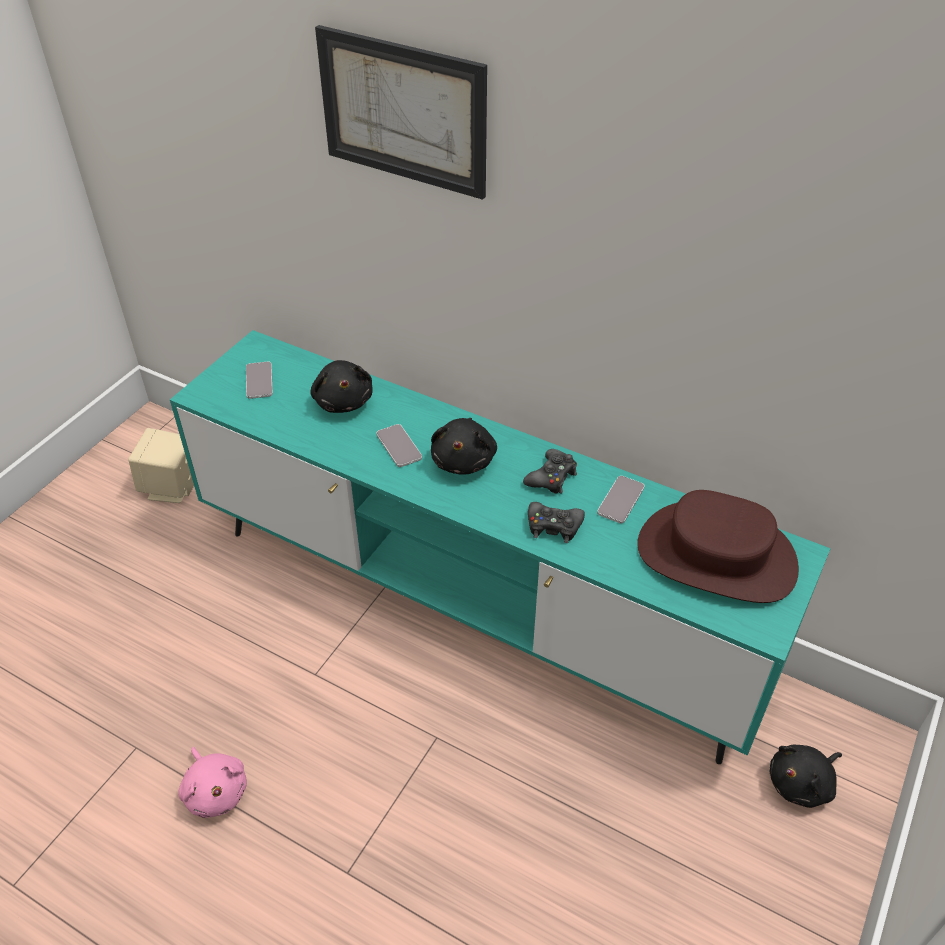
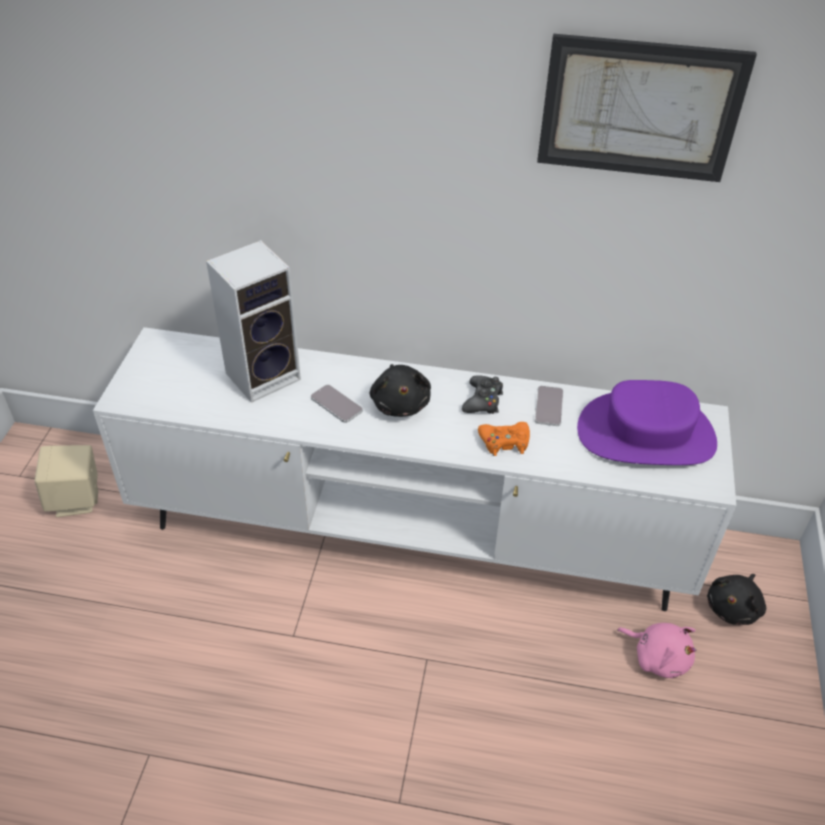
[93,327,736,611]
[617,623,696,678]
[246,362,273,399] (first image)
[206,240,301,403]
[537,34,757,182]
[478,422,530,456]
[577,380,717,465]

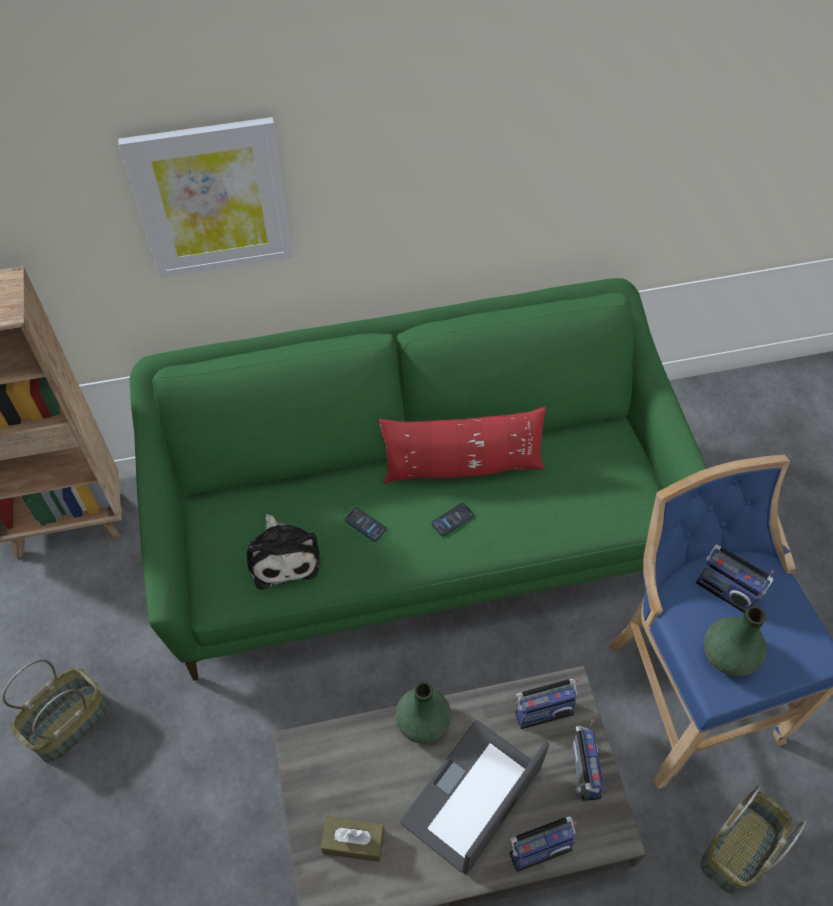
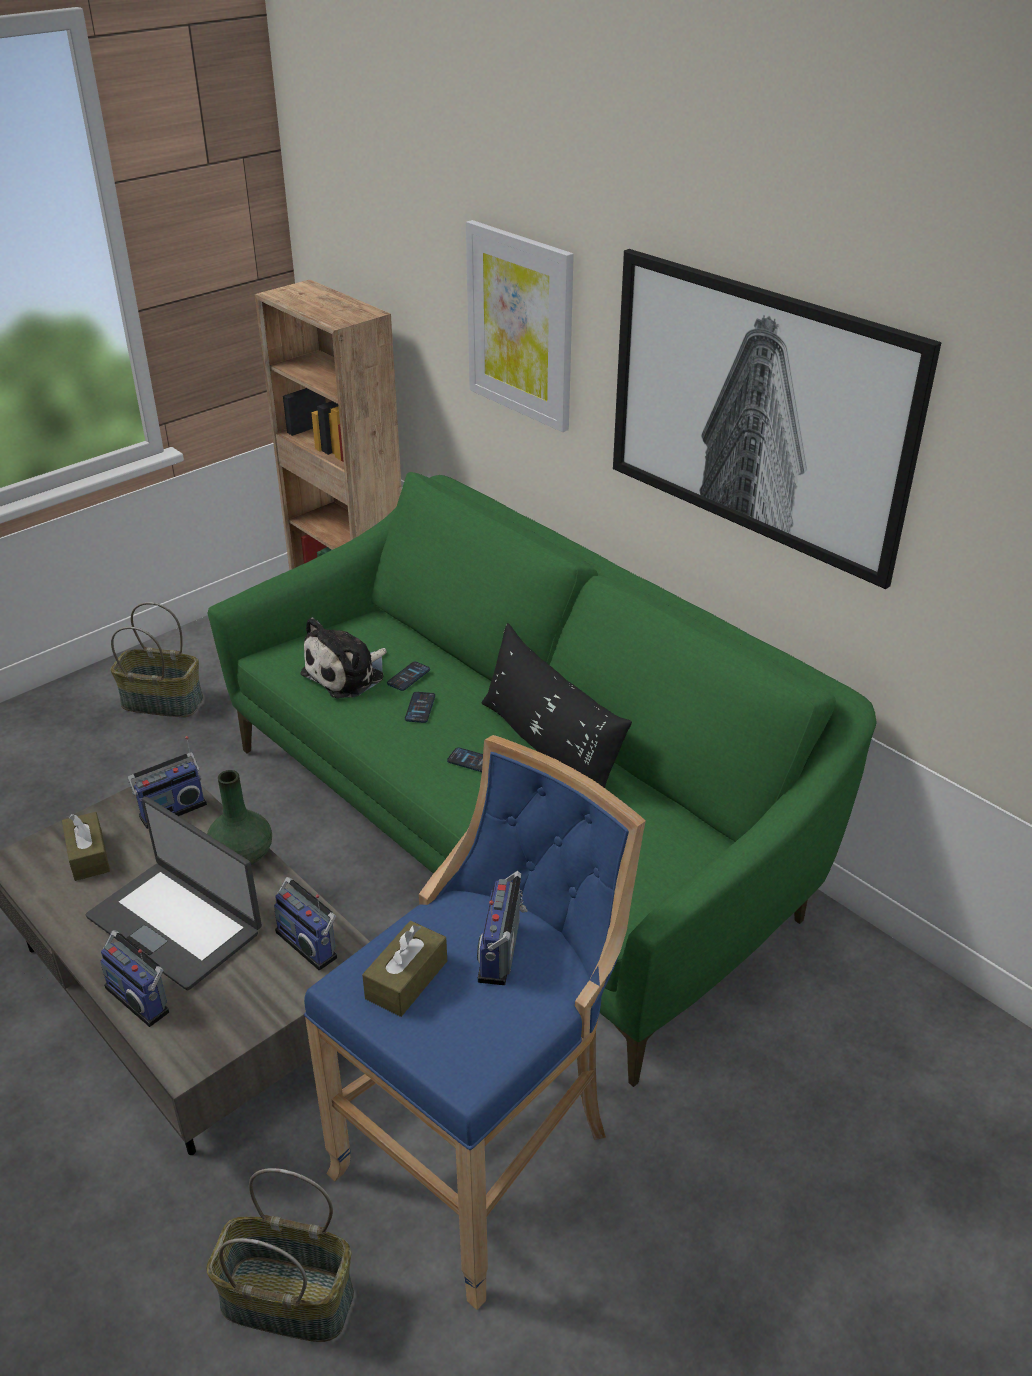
[482,623,632,788]
[86,797,262,991]
[127,736,207,829]
[362,921,447,1017]
[387,662,430,691]
[613,249,942,589]

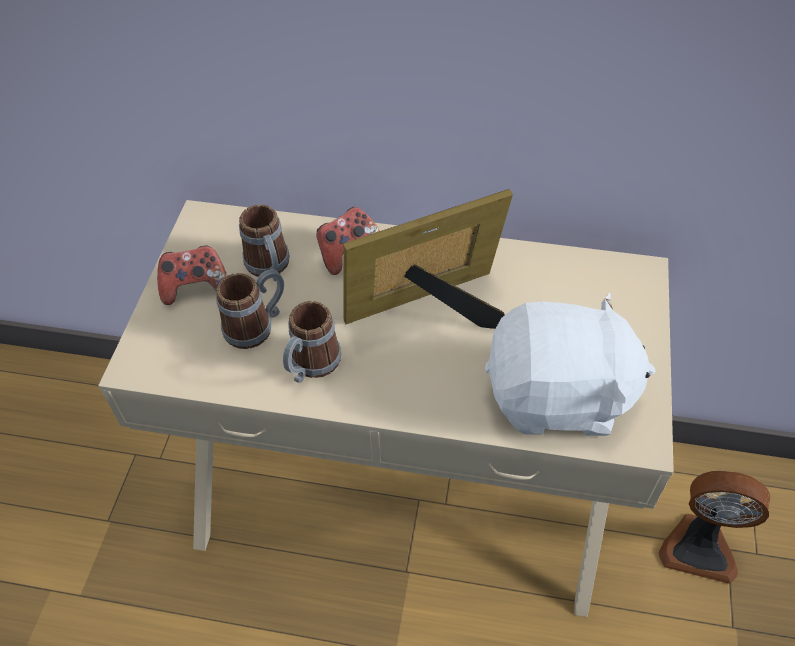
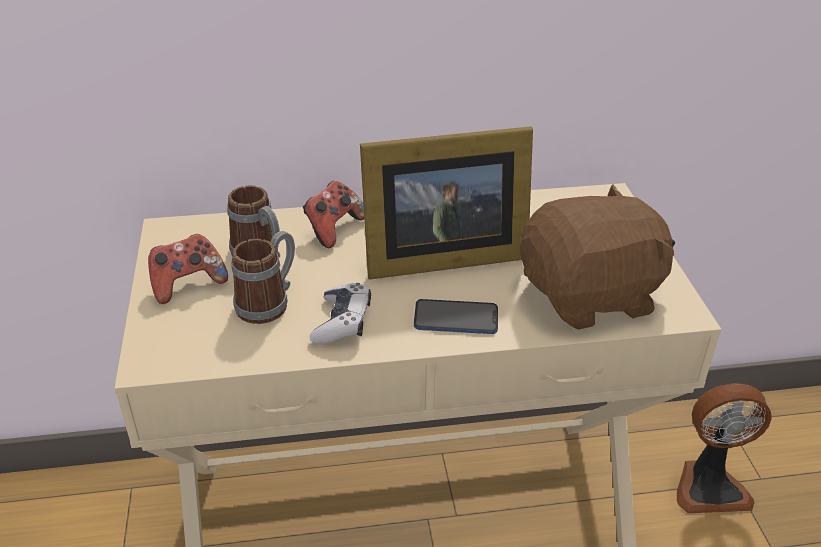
[310,283,371,345]
[360,126,533,280]
[520,184,675,330]
[414,299,498,334]

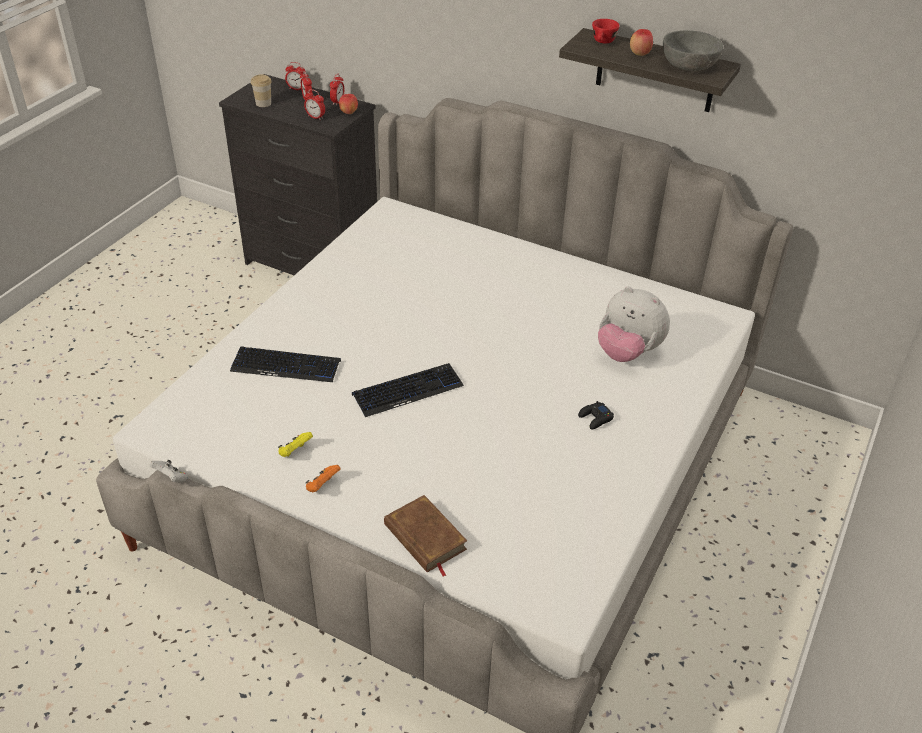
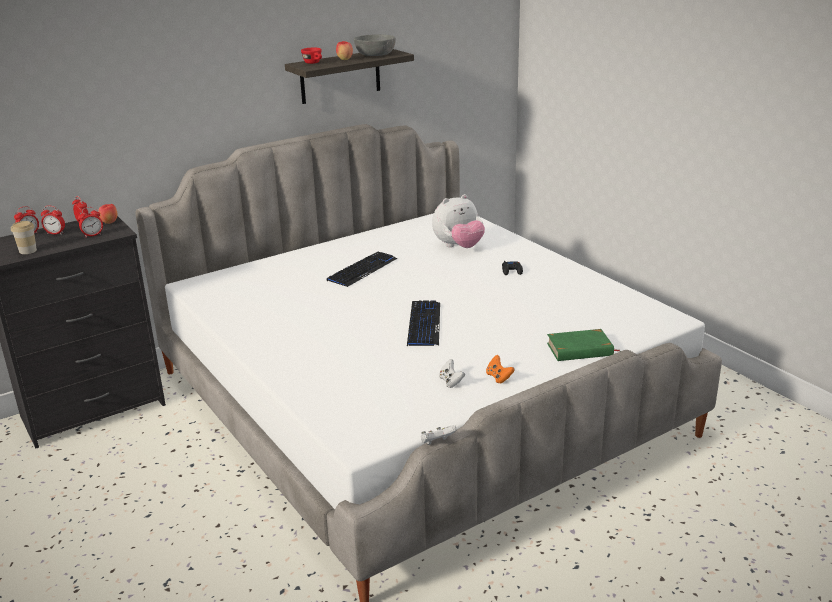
[327,252,397,287]
[439,359,465,388]
[547,329,619,361]

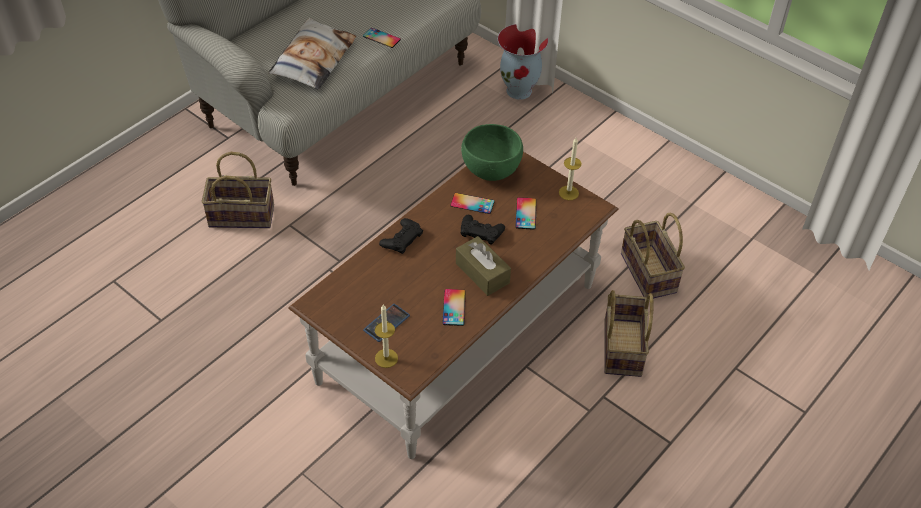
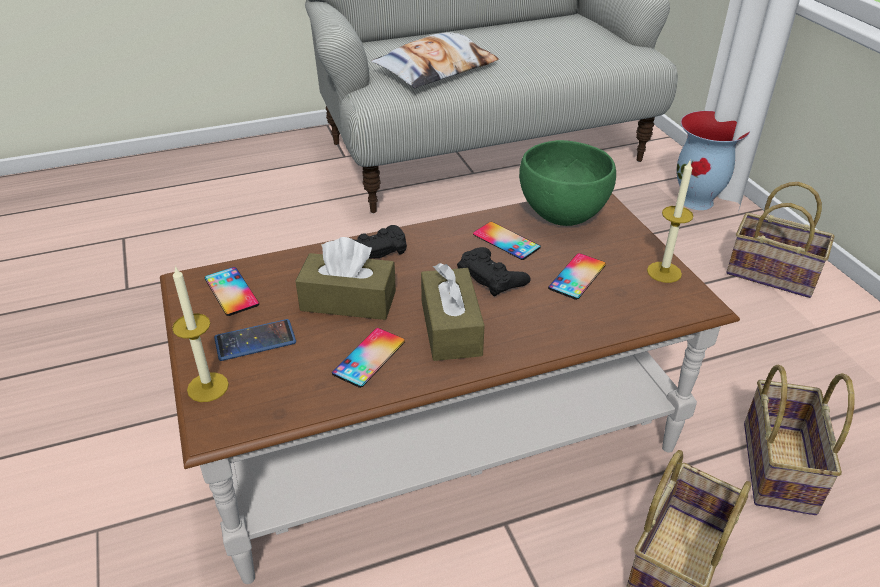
[726,182,834,298]
[205,267,259,316]
[296,237,396,320]

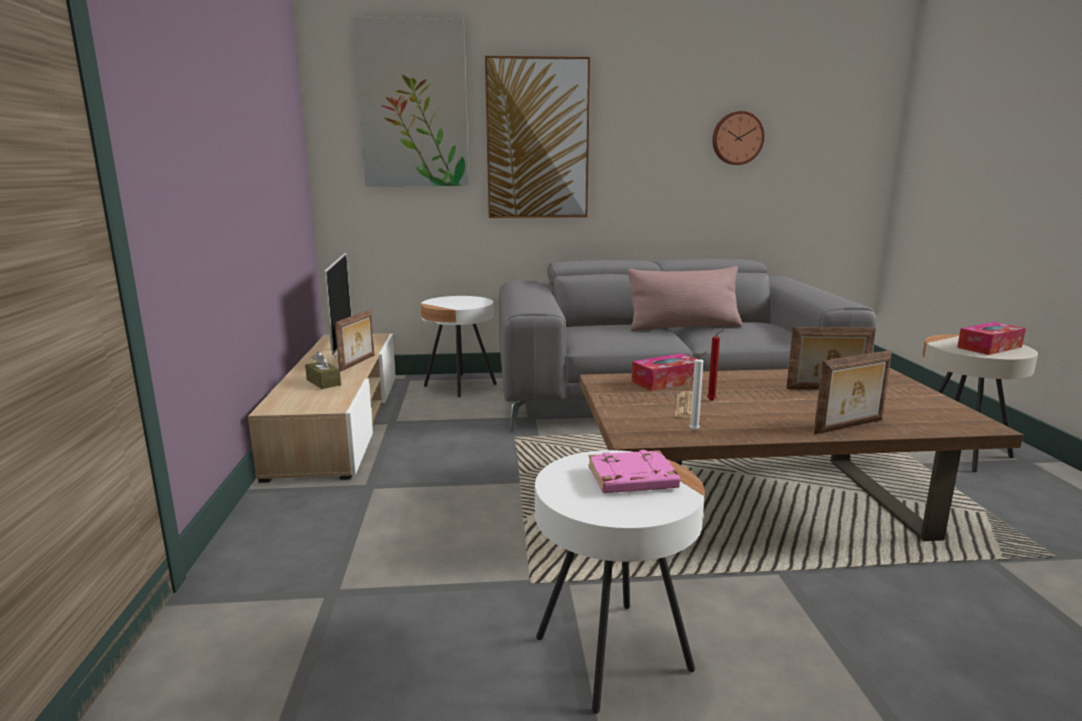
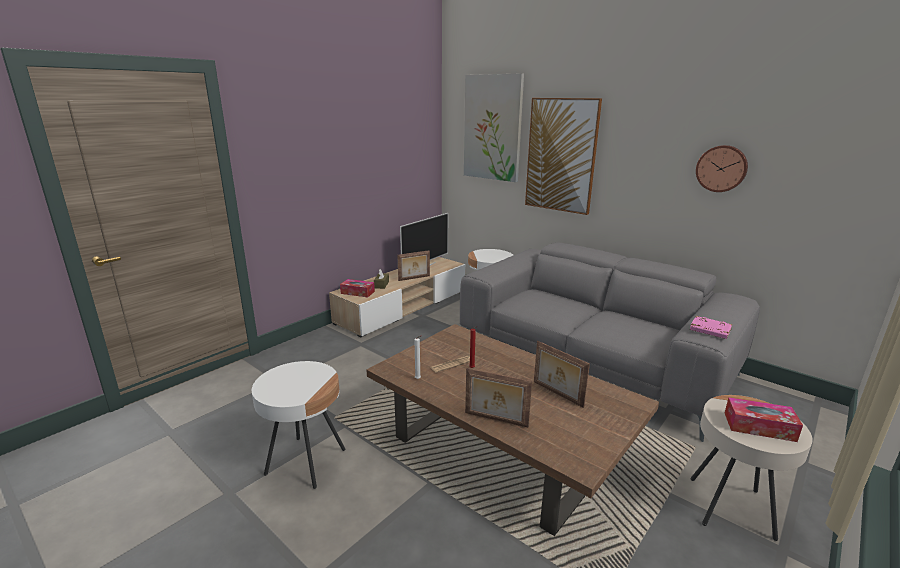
[690,316,732,339]
[627,266,742,331] (first image)
[340,279,375,297]

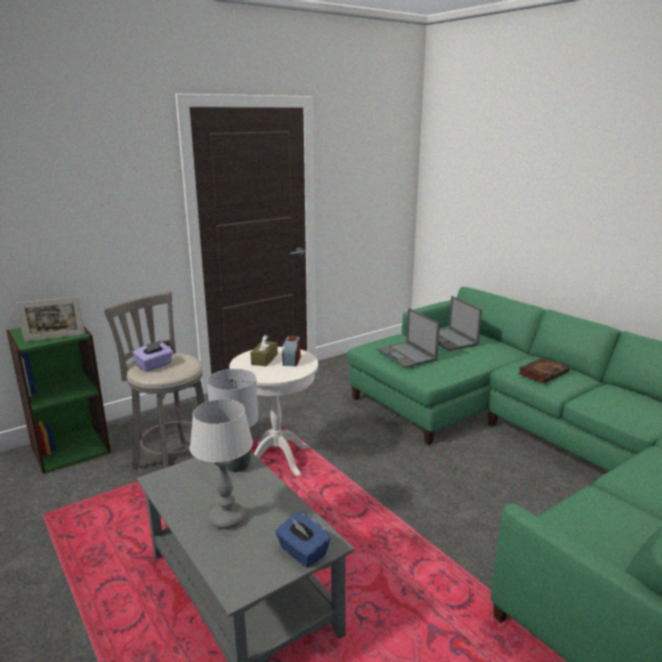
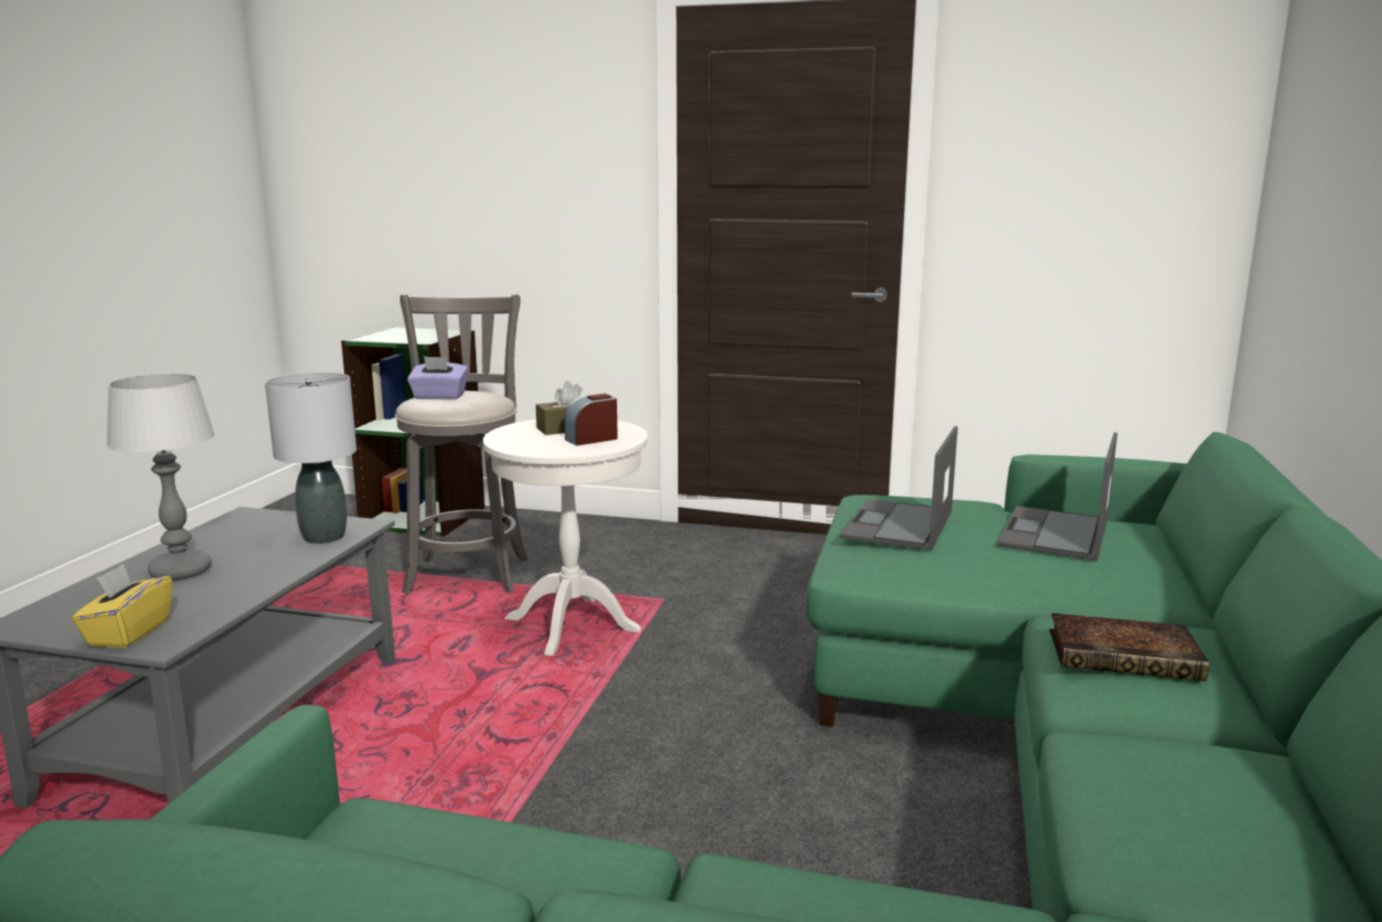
[16,297,85,342] (first image)
[71,564,172,648]

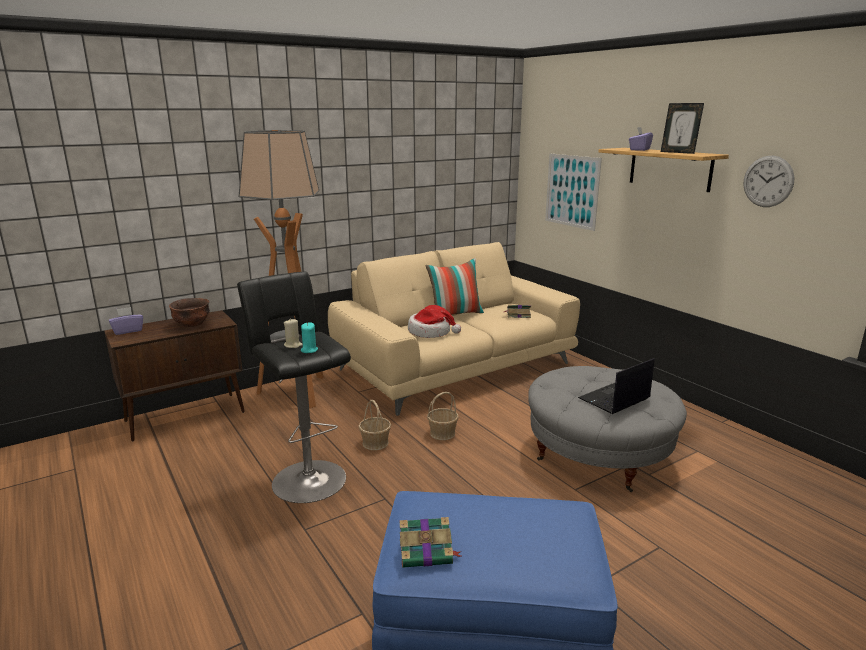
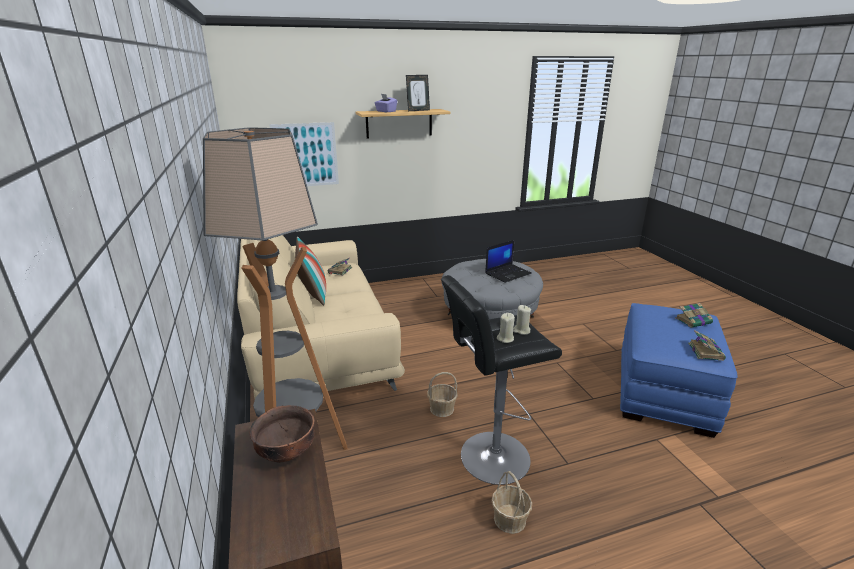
[109,307,143,335] (first image)
[514,305,531,335]
[408,305,461,338] (first image)
[491,471,532,534]
[485,240,532,283]
[743,156,794,207] (first image)
[675,303,713,328]

